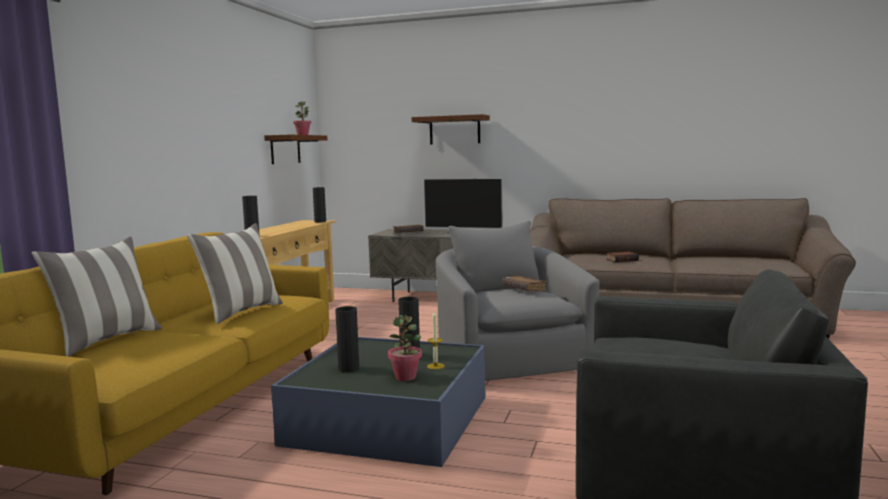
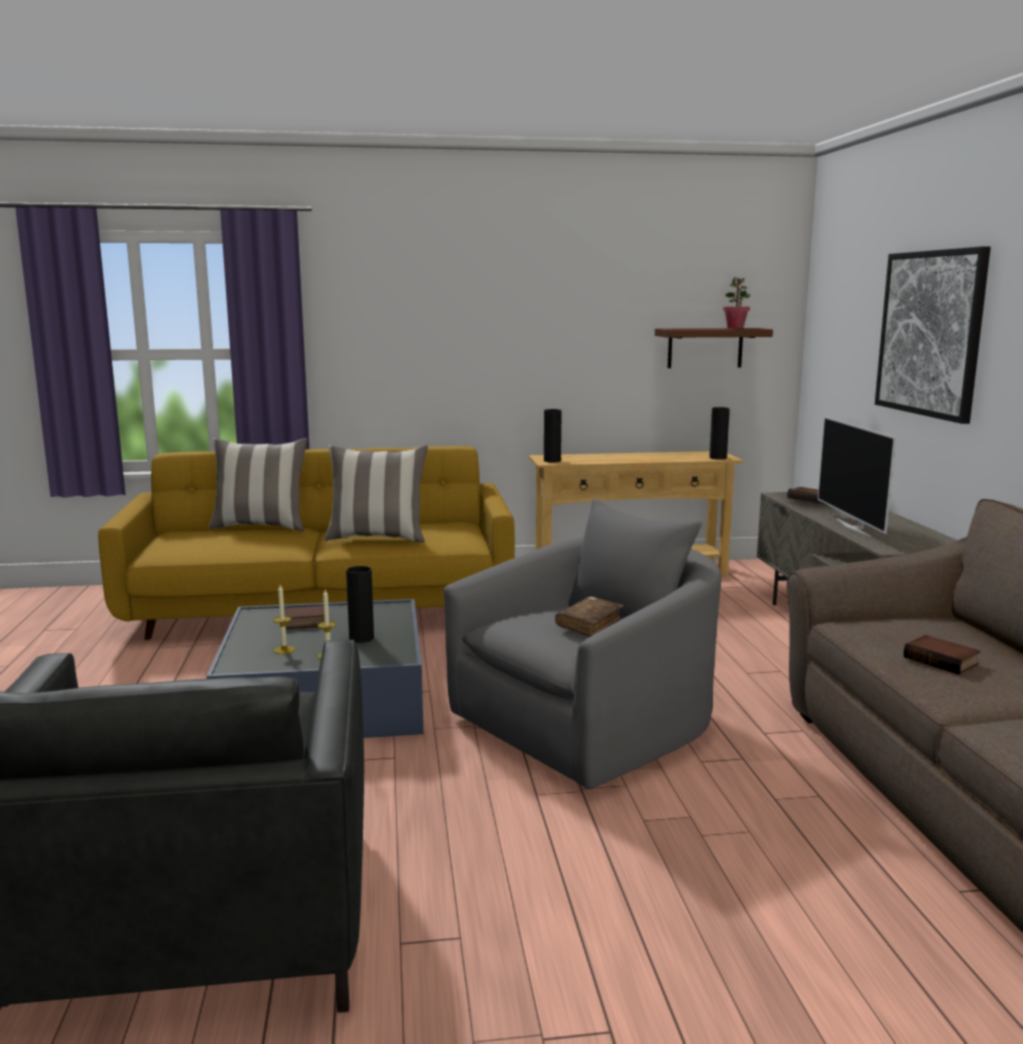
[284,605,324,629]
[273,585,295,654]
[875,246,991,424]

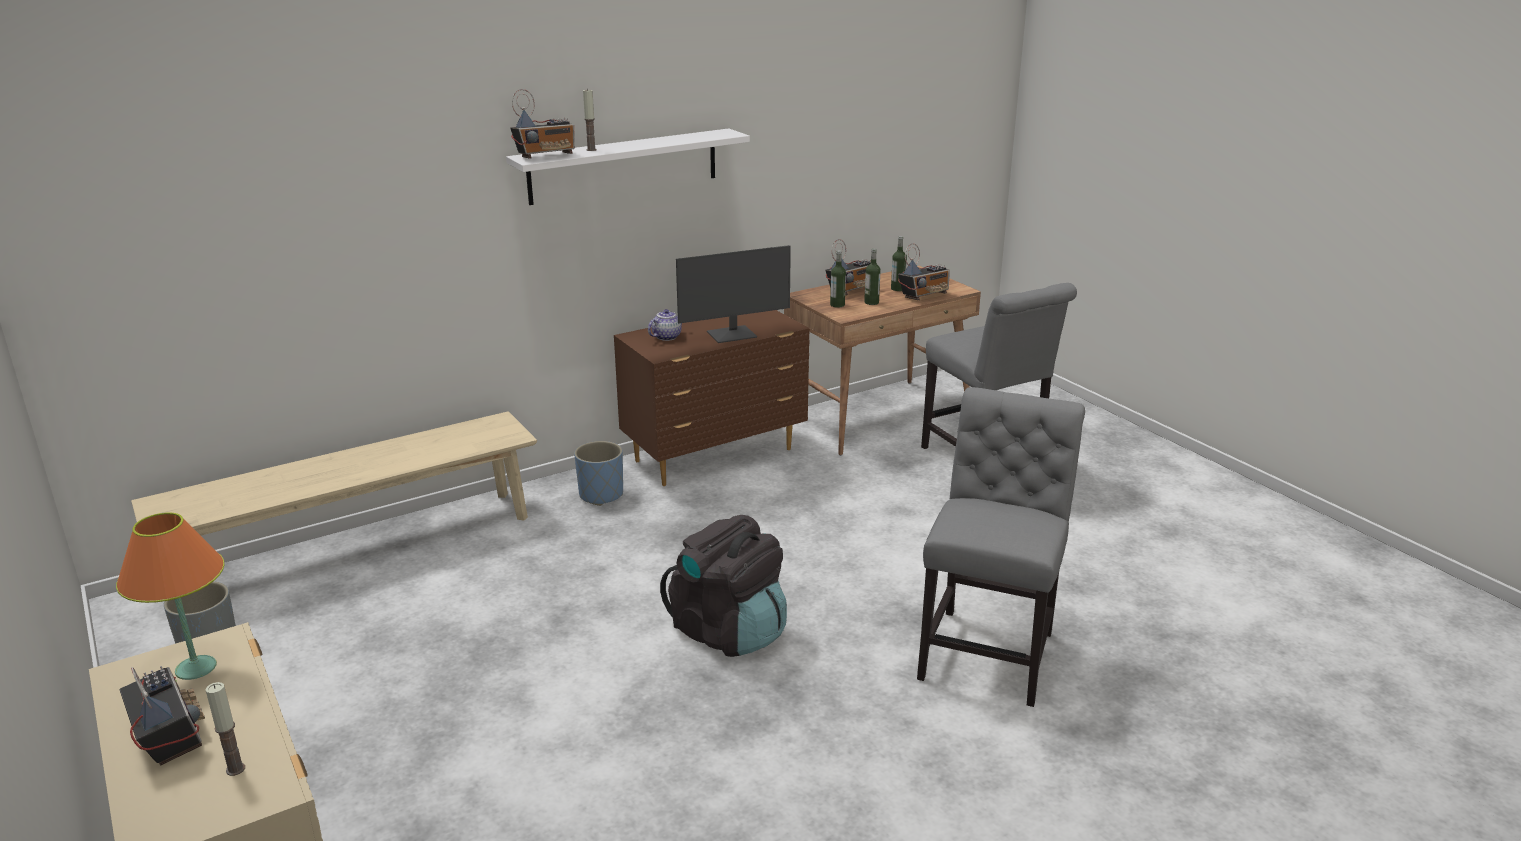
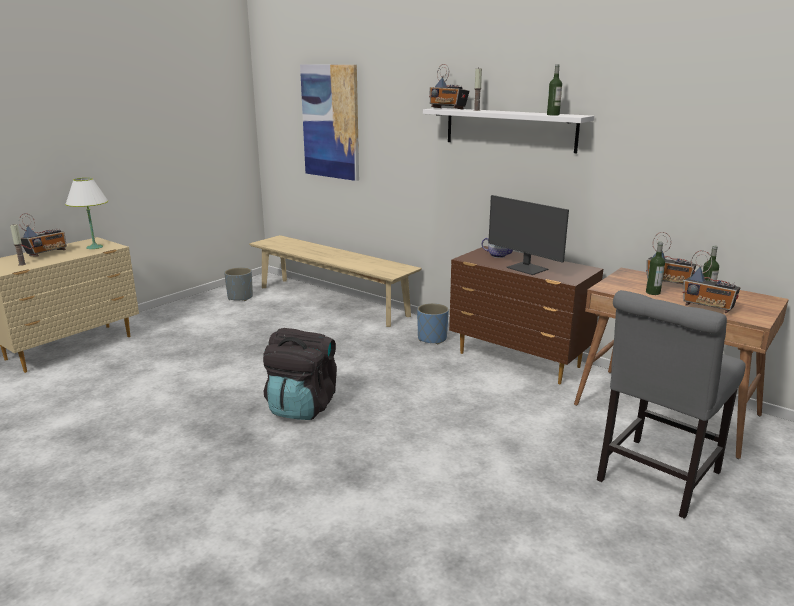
[65,178,108,249]
[547,64,562,115]
[917,387,1085,707] (first image)
[300,64,359,181]

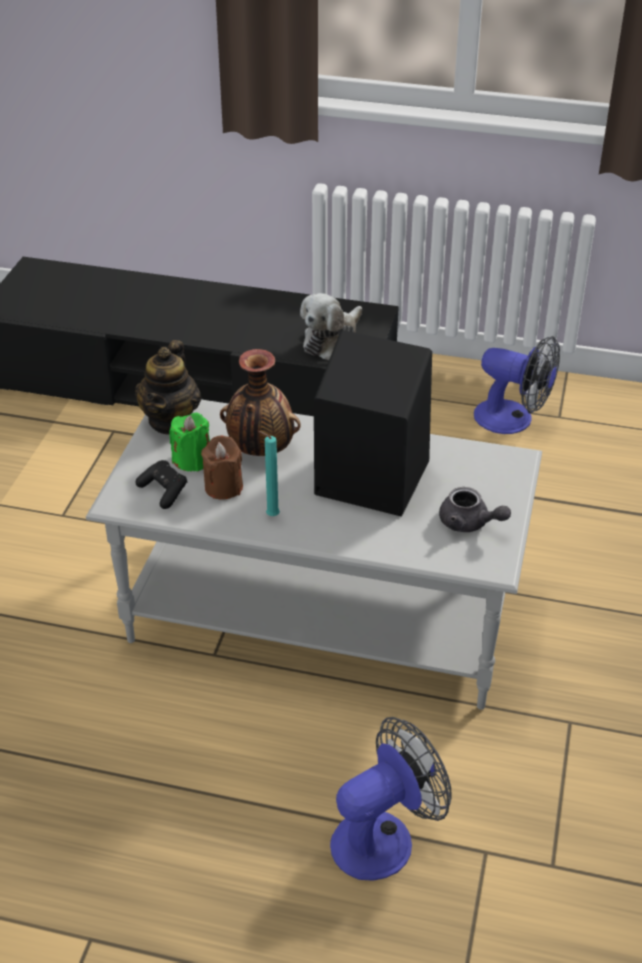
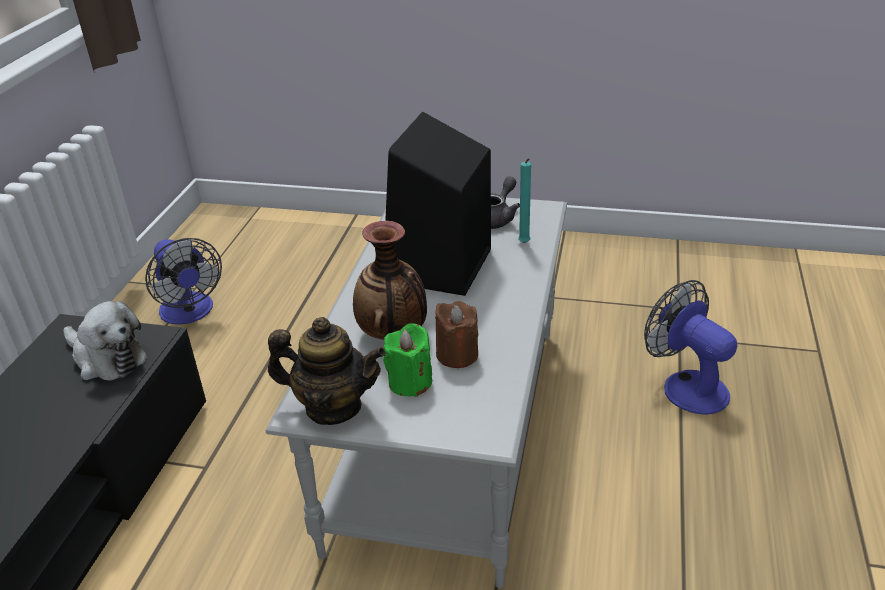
[136,460,188,509] (first image)
[518,158,531,243]
[145,238,222,325]

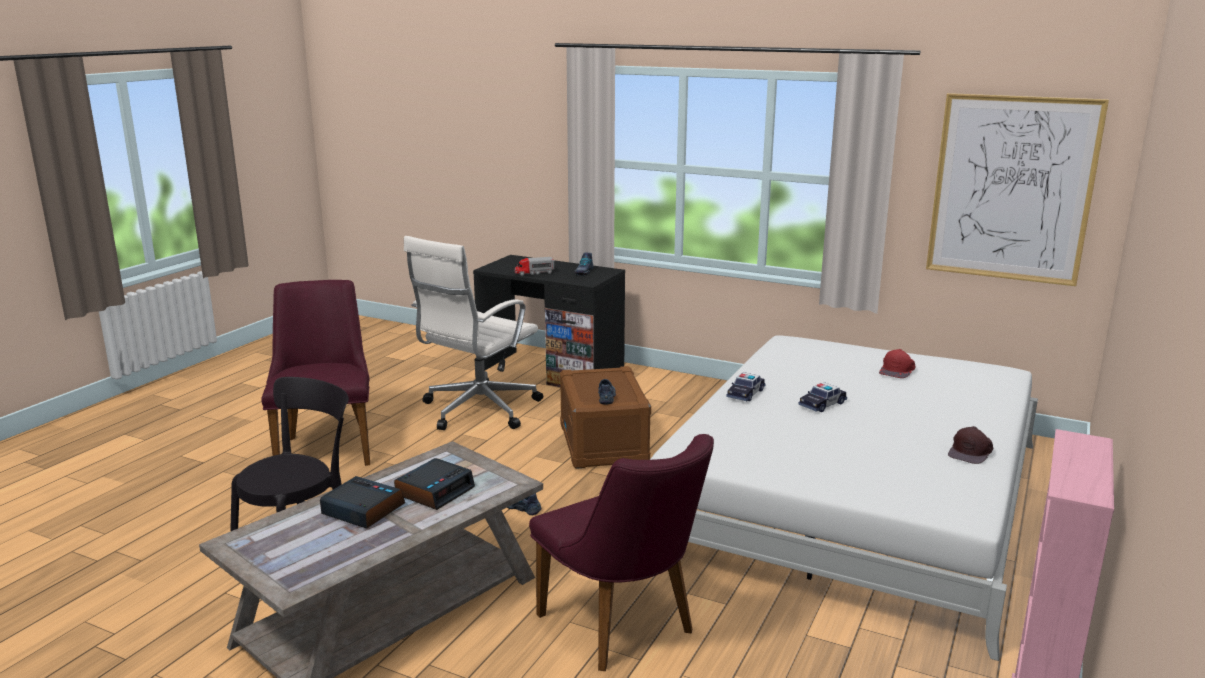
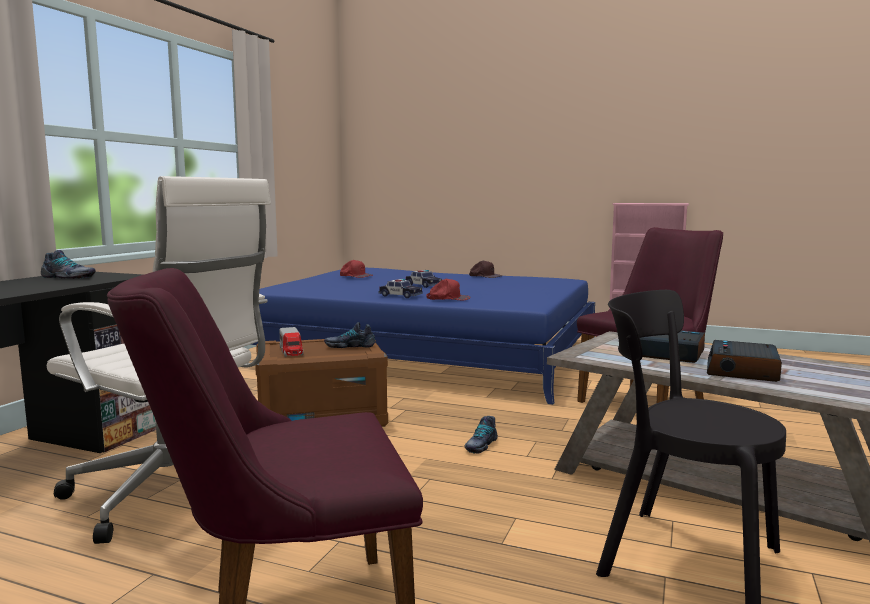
[280,327,304,357]
[250,268,595,405]
[926,93,1109,286] (first image)
[426,278,471,300]

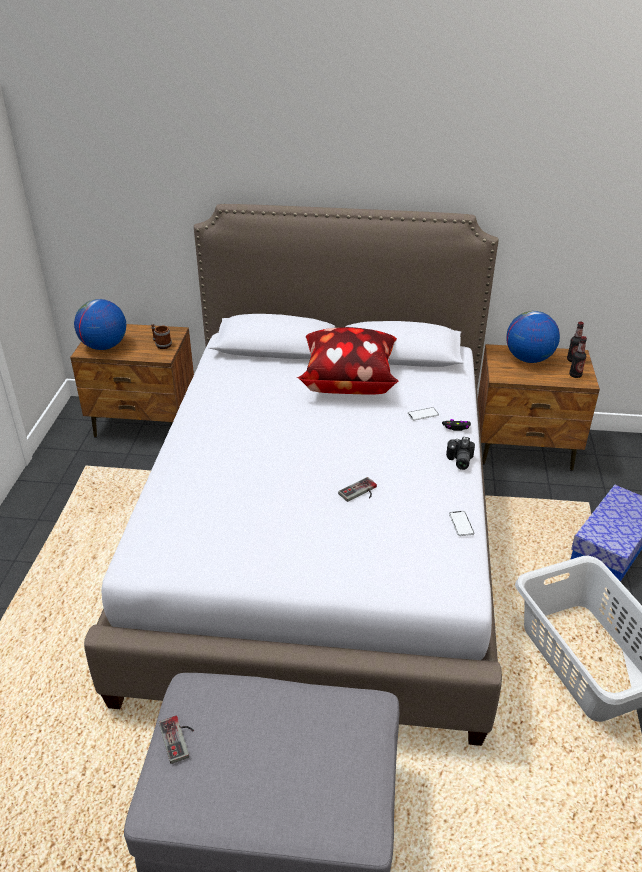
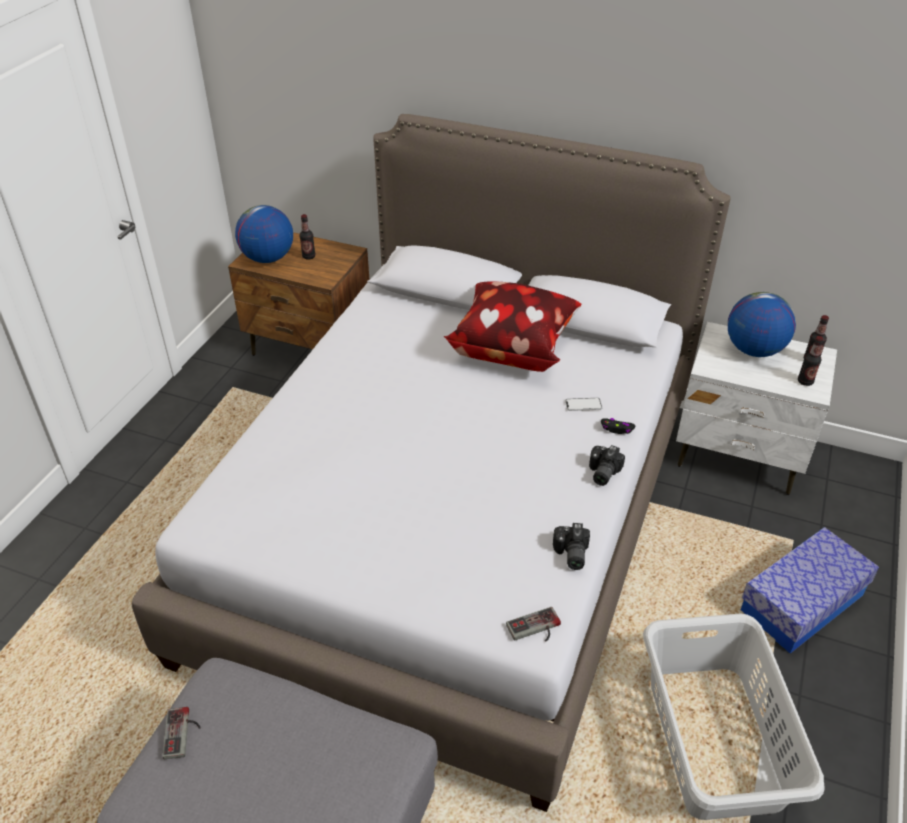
[151,324,172,349] (first image)
[506,607,561,641]
[553,523,590,570]
[676,322,837,495]
[299,214,316,260]

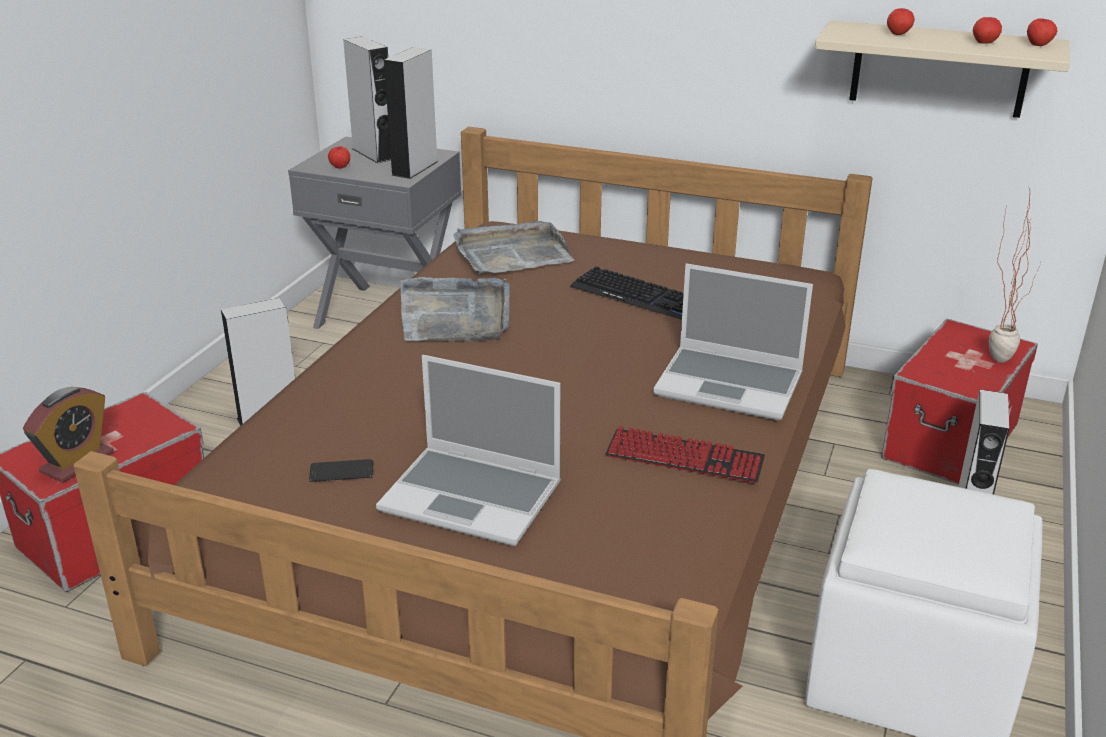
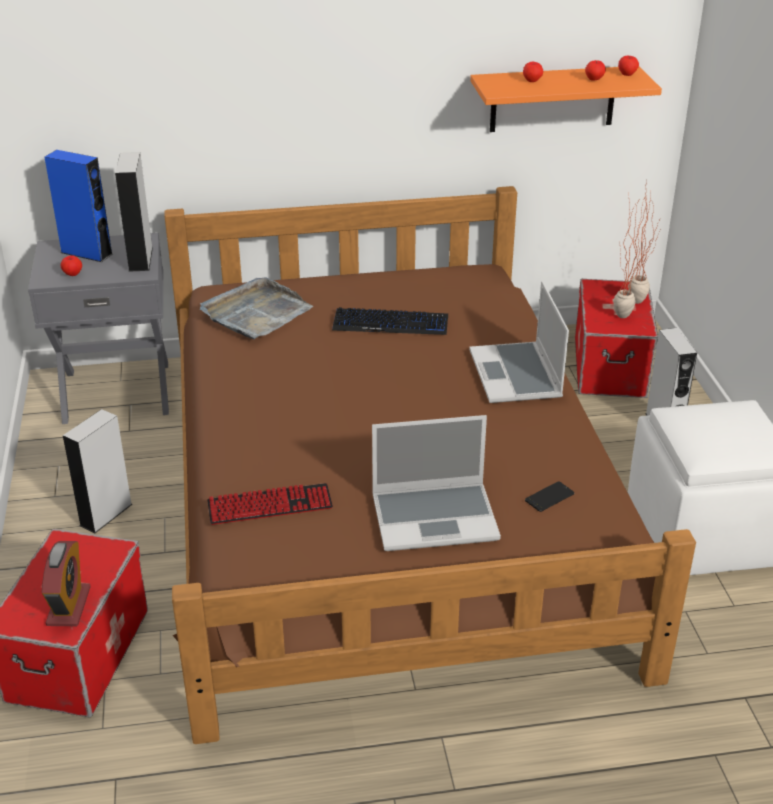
[525,481,574,512]
[45,150,113,262]
[400,277,510,342] (first image)
[207,483,333,525]
[469,281,569,403]
[470,67,662,132]
[614,196,659,318]

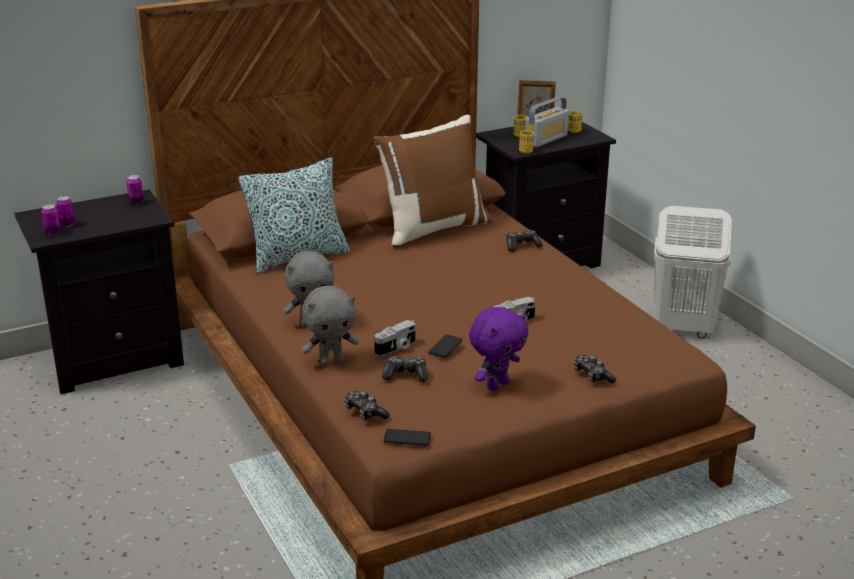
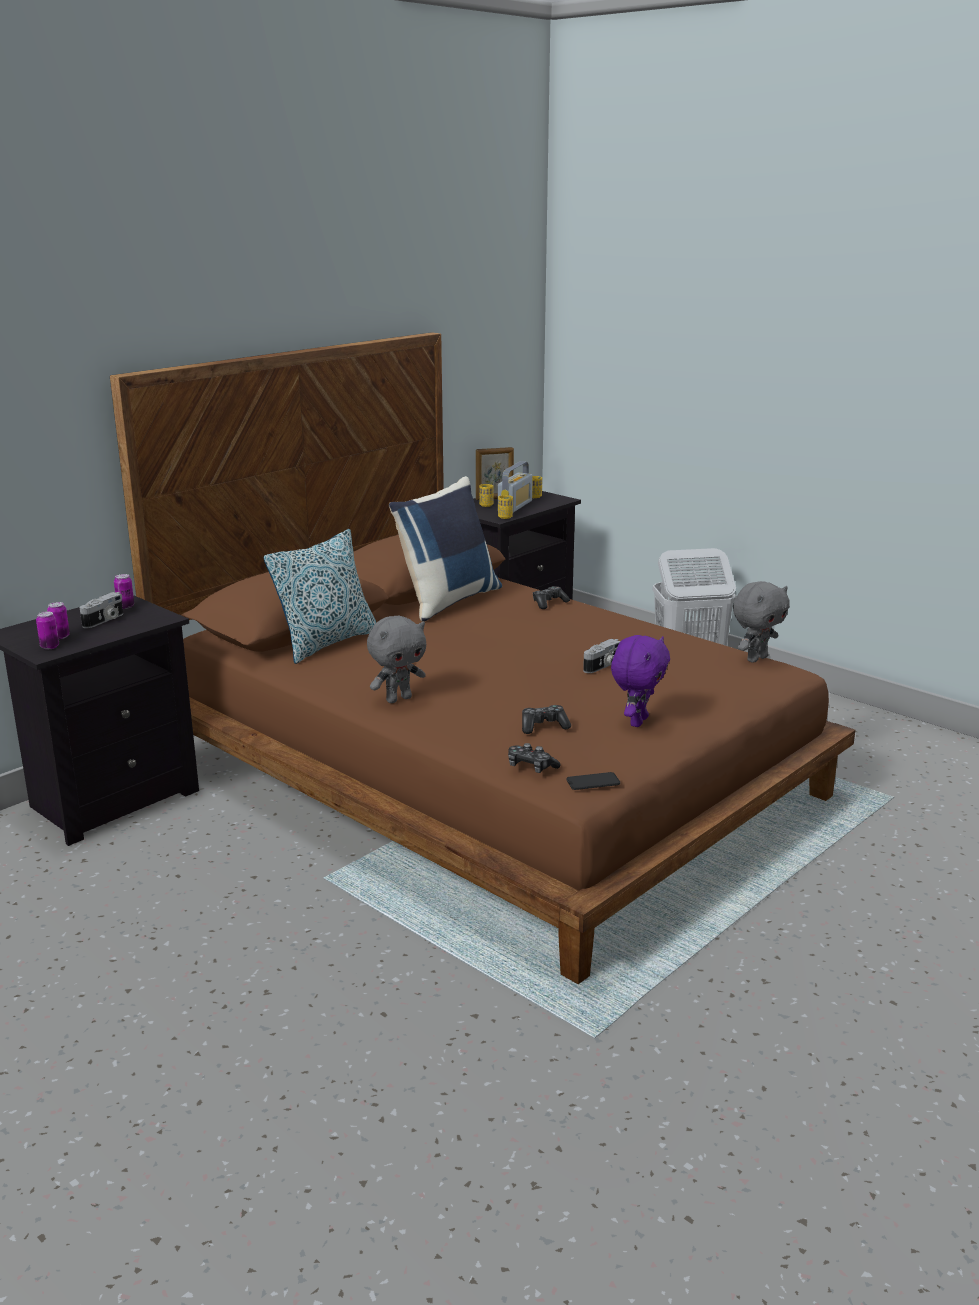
[733,581,790,663]
[389,476,502,622]
[80,592,123,628]
[428,335,462,358] (first image)
[574,355,616,383] (first image)

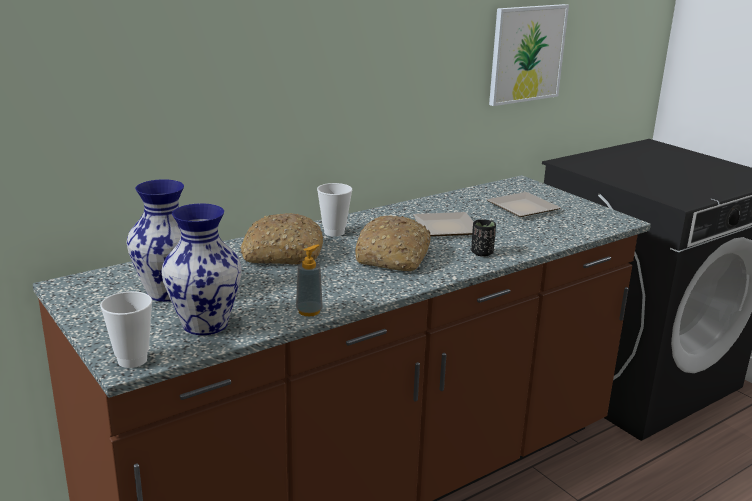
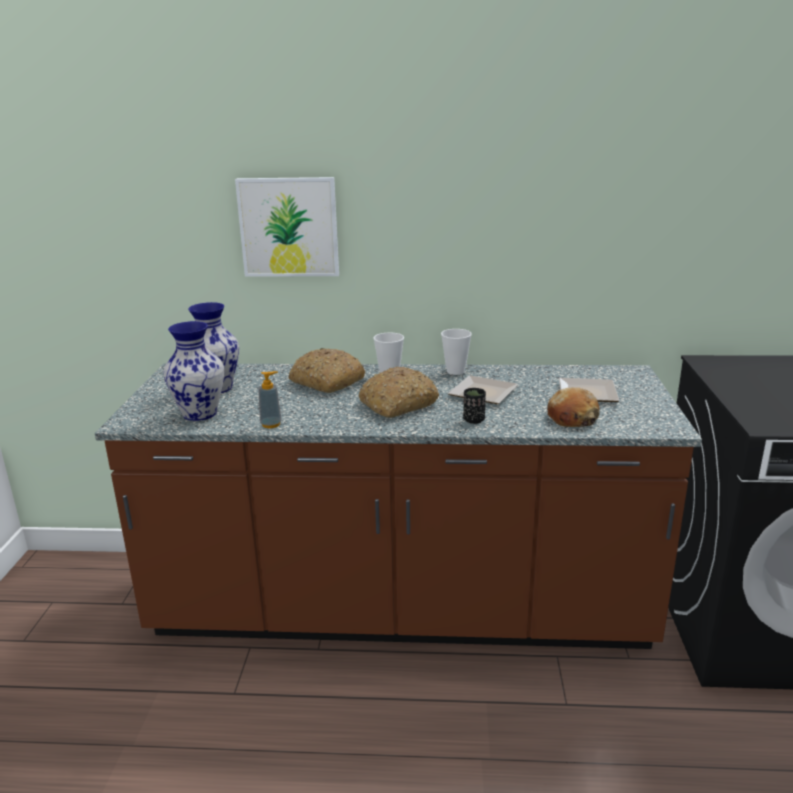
[441,329,472,375]
[235,177,339,277]
[547,387,599,427]

